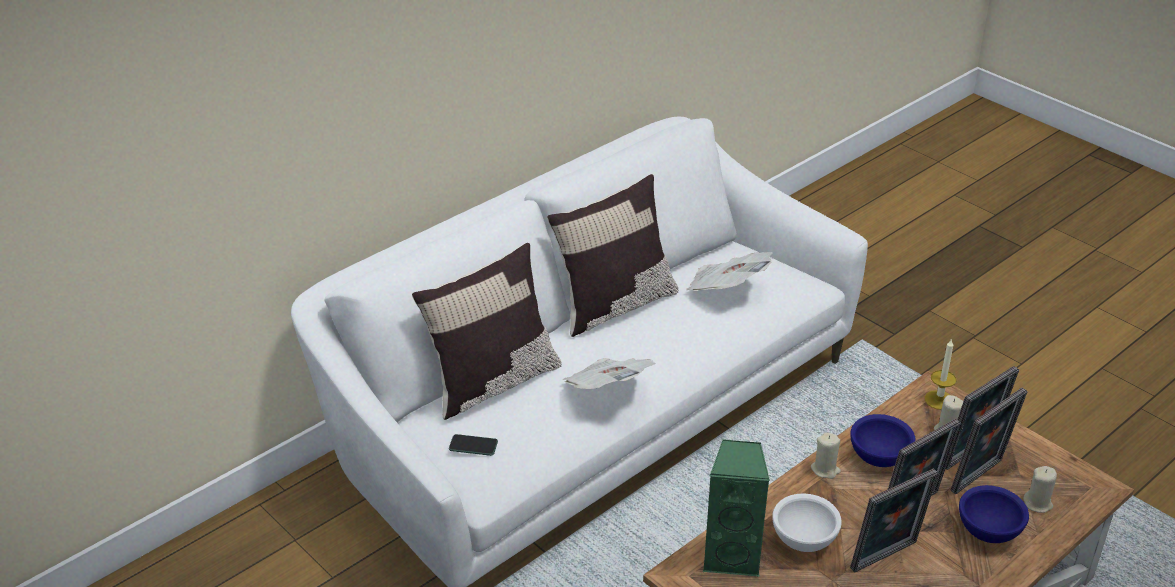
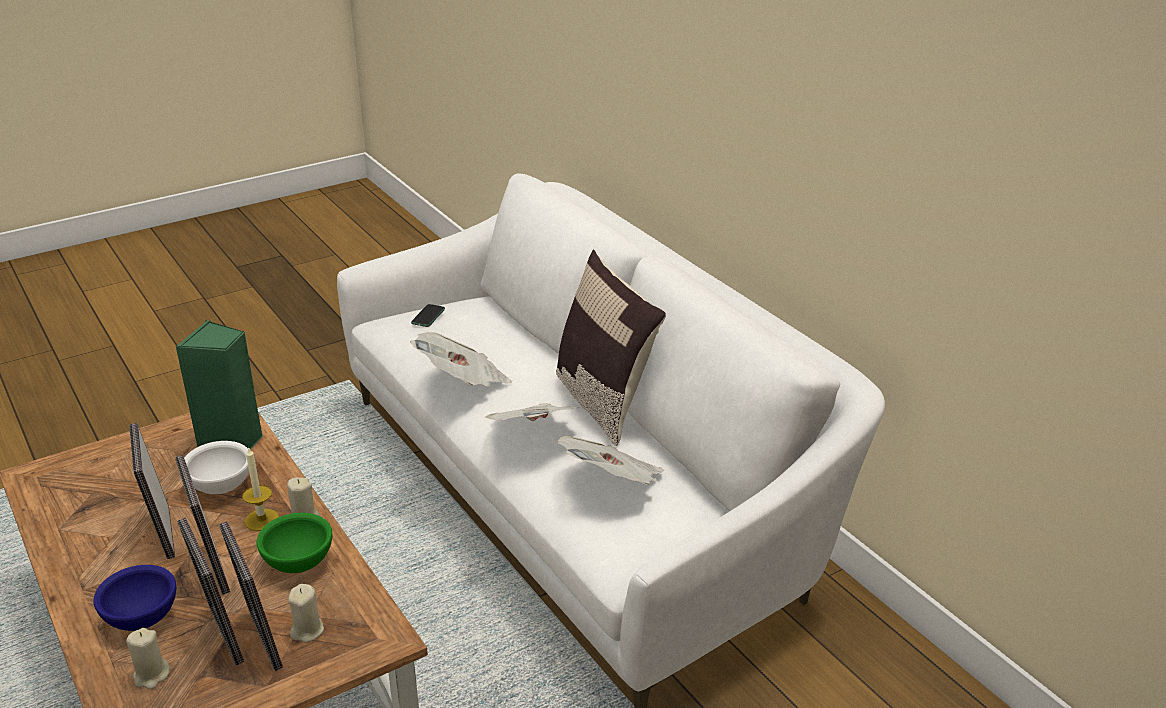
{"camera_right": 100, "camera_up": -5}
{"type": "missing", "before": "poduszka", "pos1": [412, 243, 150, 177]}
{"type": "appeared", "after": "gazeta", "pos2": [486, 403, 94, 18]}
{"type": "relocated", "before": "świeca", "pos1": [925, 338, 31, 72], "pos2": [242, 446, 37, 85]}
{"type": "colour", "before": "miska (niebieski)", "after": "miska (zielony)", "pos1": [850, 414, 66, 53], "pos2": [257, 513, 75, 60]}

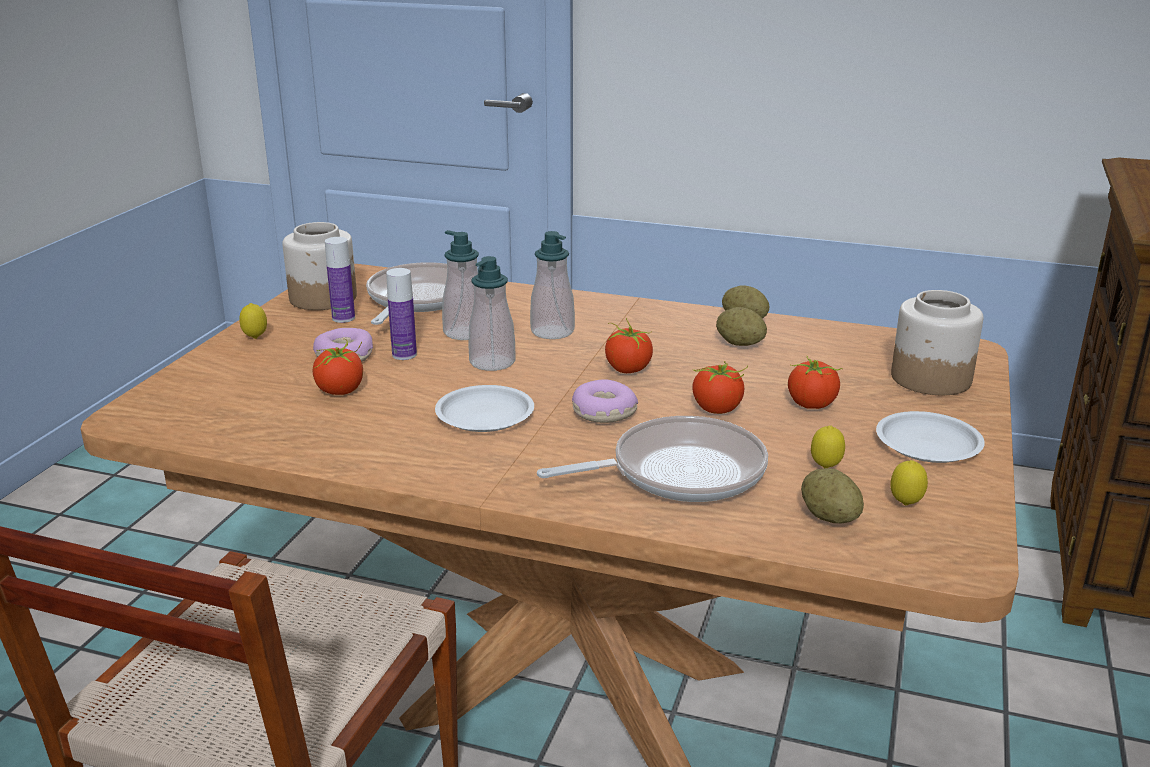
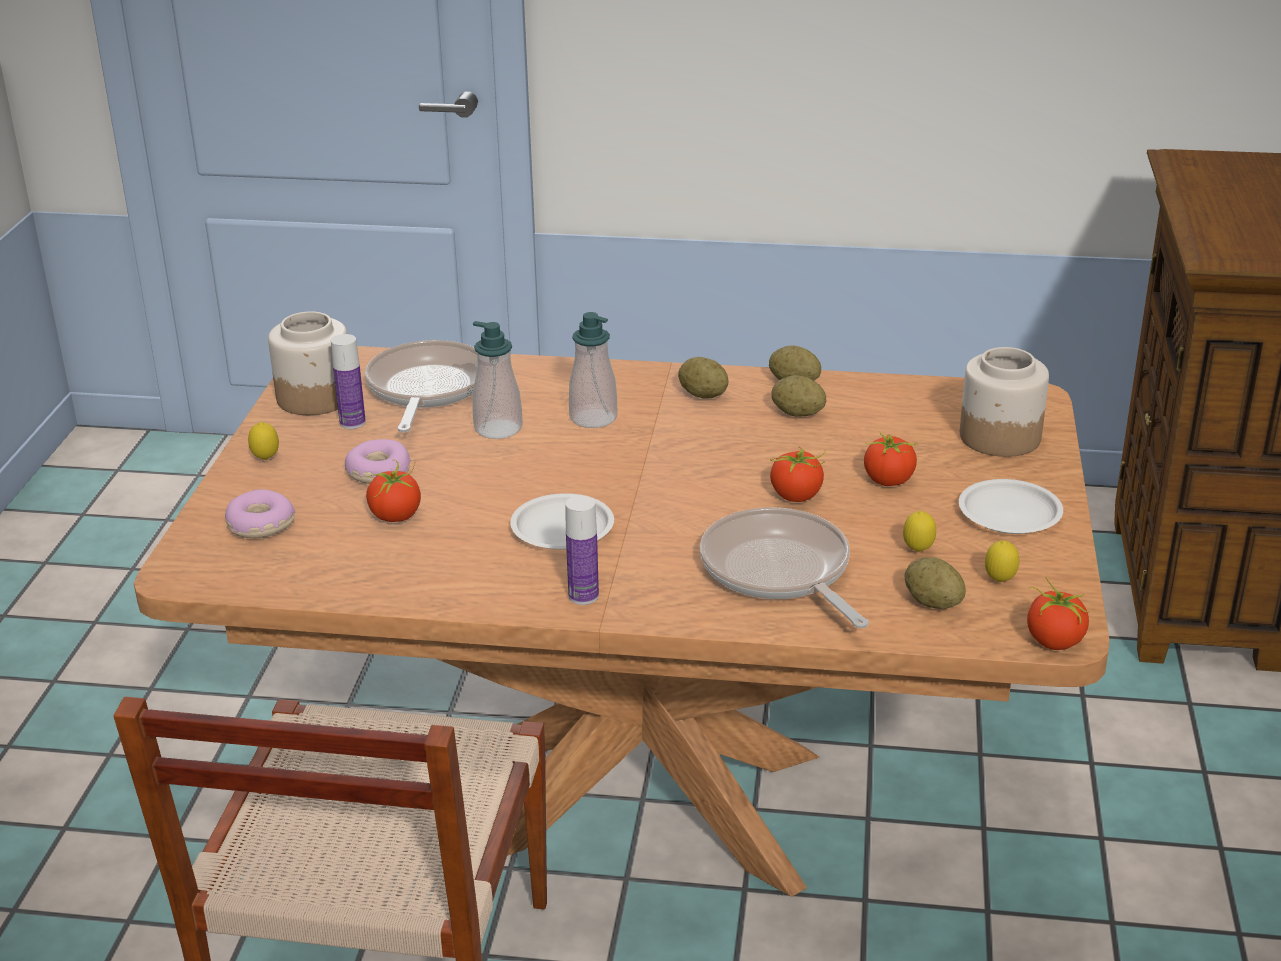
{"camera_right": -10, "camera_up": 5}
{"type": "missing", "before": "dozownik mydła", "pos1": [468, 256, 48, 115]}
{"type": "appeared", "after": "ziemniak", "pos2": [678, 357, 51, 42]}
{"type": "relocated", "before": "butelka", "pos1": [386, 268, 31, 92], "pos2": [565, 495, 34, 110]}
{"type": "relocated", "before": "donut", "pos1": [572, 379, 66, 44], "pos2": [225, 489, 70, 49]}
{"type": "relocated", "before": "pomidor", "pos1": [605, 318, 48, 55], "pos2": [1027, 578, 62, 72]}
{"type": "spun", "before": "patelnia", "pos1": [537, 416, 231, 86], "pos2": [700, 507, 169, 121], "turn": -90}

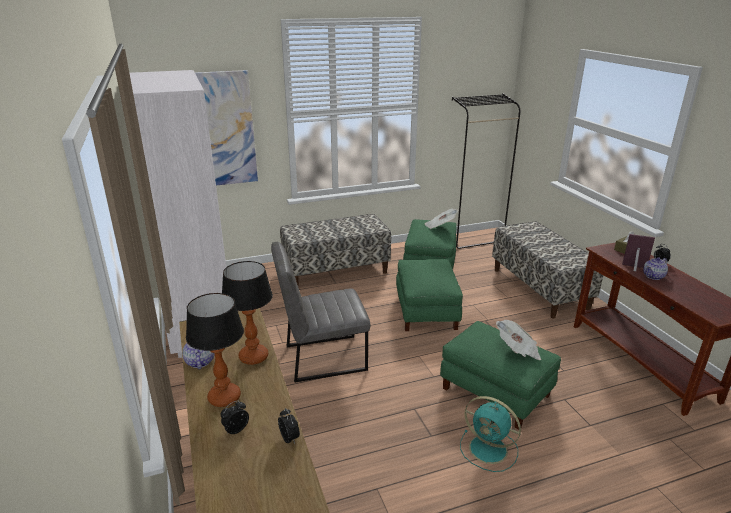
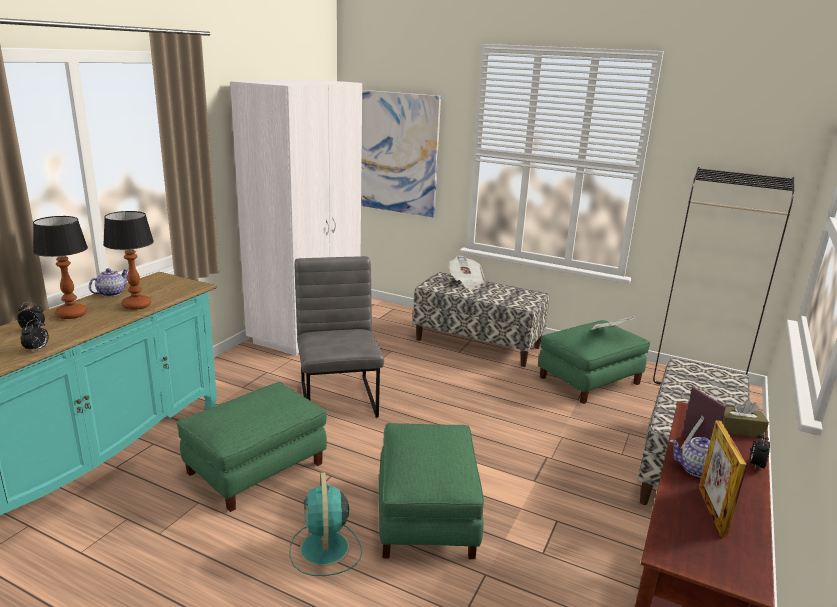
{"camera_right": 45, "camera_up": -5}
{"type": "appeared", "after": "ramka na zdjęcie", "pos2": [699, 420, 48, 117]}
{"type": "relocated", "before": "pufa (zielony)", "pos1": [396, 259, 67, 72], "pos2": [176, 382, 151, 130]}
{"type": "relocated", "before": "gazeta", "pos1": [496, 320, 45, 40], "pos2": [449, 256, 36, 33]}
{"type": "spun", "before": "krzesło (szary)", "pos1": [271, 242, 99, 140], "pos2": [295, 256, 89, 162], "turn": 45}

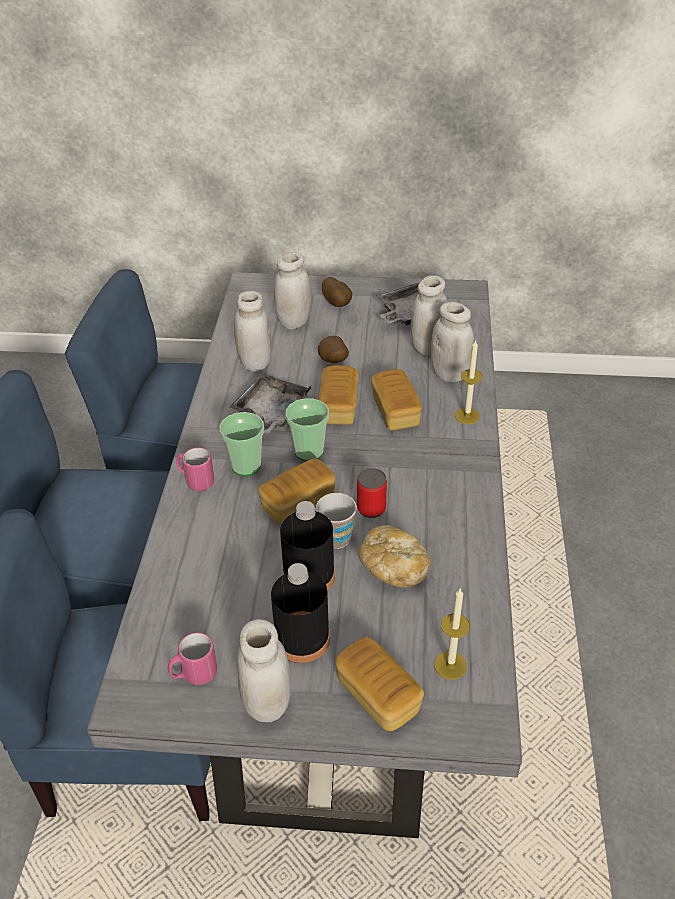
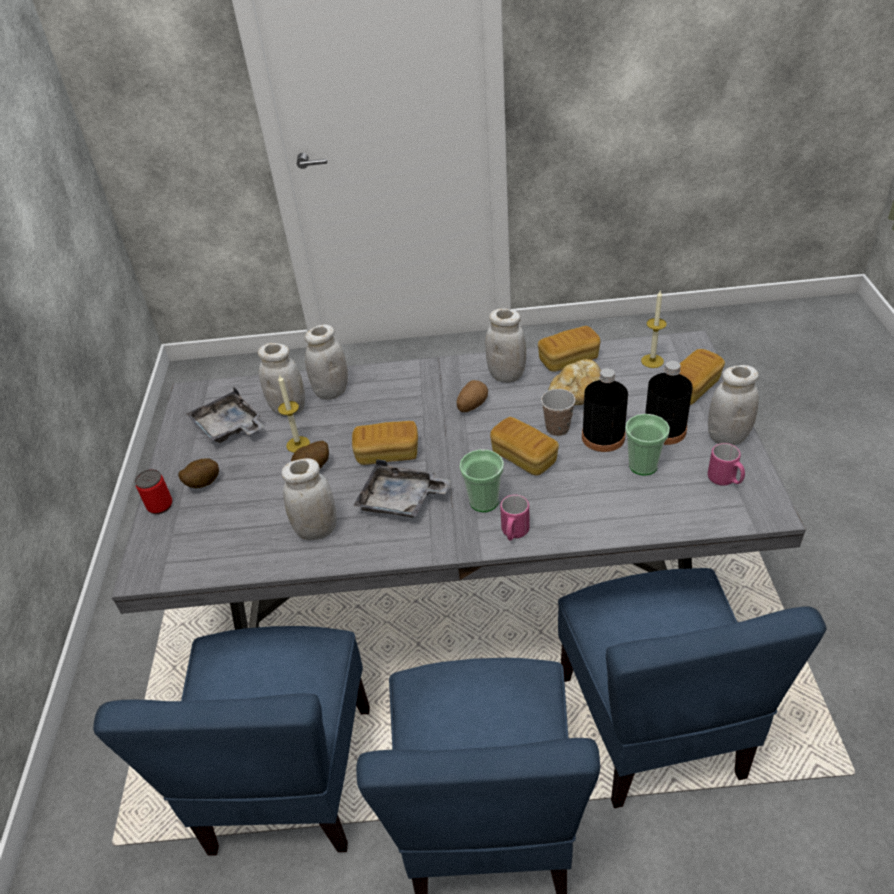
{"camera_right": -95, "camera_up": 0}
{"type": "appeared", "after": "ziemniak", "pos2": [457, 380, 31, 32]}
{"type": "relocated", "before": "słoik (biały)", "pos1": [274, 252, 37, 78], "pos2": [485, 309, 41, 74]}
{"type": "relocated", "before": "filiżanka", "pos1": [285, 398, 44, 63], "pos2": [625, 414, 45, 62]}
{"type": "relocated", "before": "puszka", "pos1": [357, 468, 30, 50], "pos2": [135, 469, 37, 45]}
{"type": "relocated", "before": "chleb", "pos1": [371, 369, 51, 61], "pos2": [538, 326, 62, 46]}
{"type": "relocated", "before": "świeca", "pos1": [455, 340, 28, 84], "pos2": [278, 374, 32, 79]}

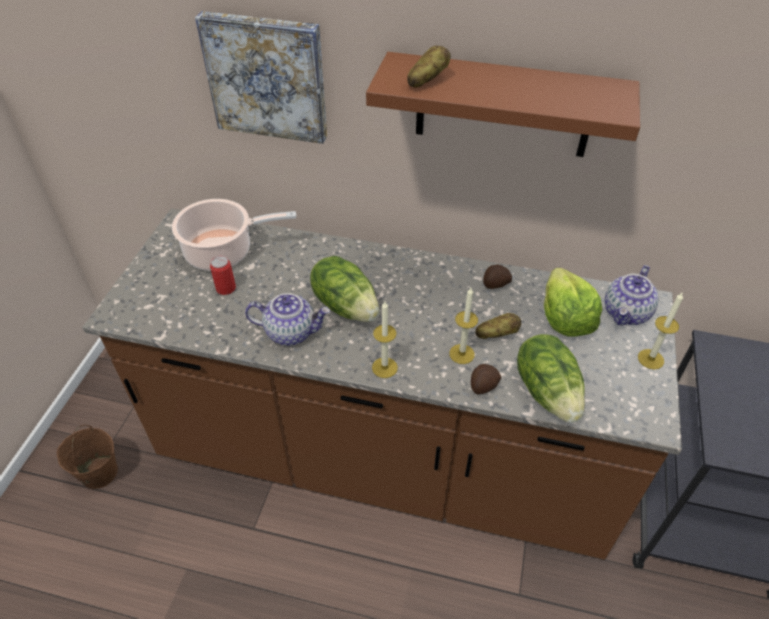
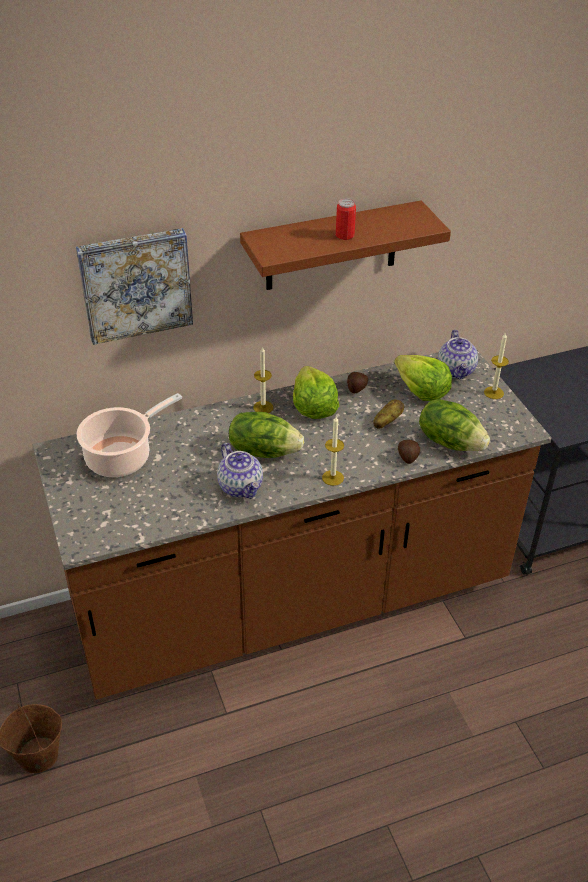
{"camera_right": -35, "camera_up": -5}
{"type": "missing", "before": "ziemniak", "pos1": [407, 46, 44, 42]}
{"type": "appeared", "after": "sałata", "pos2": [293, 366, 46, 53]}
{"type": "relocated", "before": "puszka", "pos1": [210, 255, 26, 40], "pos2": [336, 198, 20, 42]}
{"type": "relocated", "before": "świeca", "pos1": [449, 288, 29, 76], "pos2": [253, 347, 20, 66]}
{"type": "spun", "before": "imbryk", "pos1": [245, 293, 85, 52], "pos2": [217, 443, 46, 56], "turn": 90}

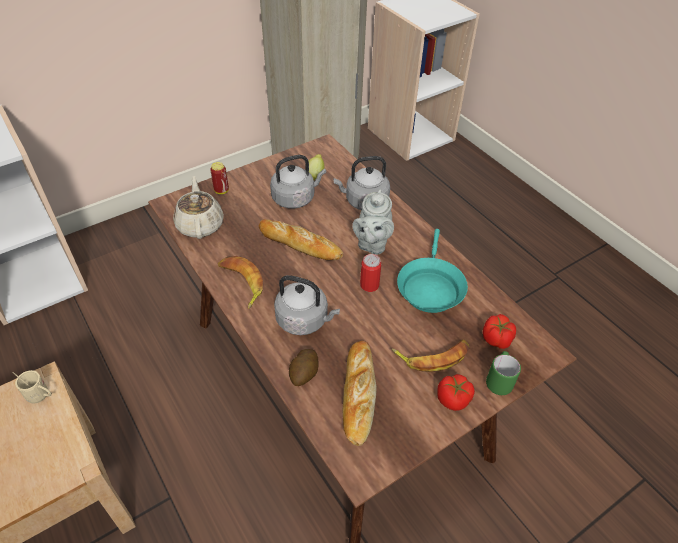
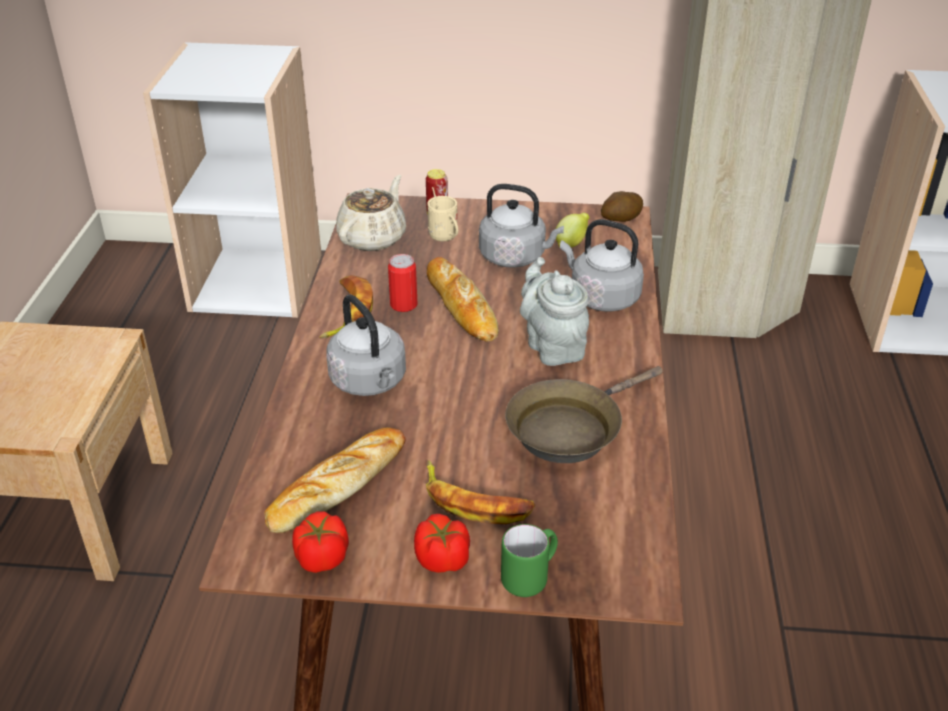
{"camera_right": 40, "camera_up": -10}
{"type": "relocated", "before": "kubek (beżowy)", "pos1": [12, 370, 40, 33], "pos2": [427, 187, 31, 54]}
{"type": "relocated", "before": "ziemniak", "pos1": [289, 349, 29, 37], "pos2": [601, 191, 42, 31]}
{"type": "relocated", "before": "puszka", "pos1": [360, 254, 21, 38], "pos2": [388, 254, 30, 58]}
{"type": "relocated", "before": "pomidor", "pos1": [483, 314, 33, 35], "pos2": [292, 511, 57, 62]}
{"type": "colour", "before": "patelnia (turkusowy)", "after": "patelnia (brązowy)", "pos1": [397, 229, 71, 84], "pos2": [505, 366, 158, 97]}
{"type": "spun", "before": "imbryk (szary)", "pos1": [352, 189, 42, 66], "pos2": [520, 257, 69, 109], "turn": 105}

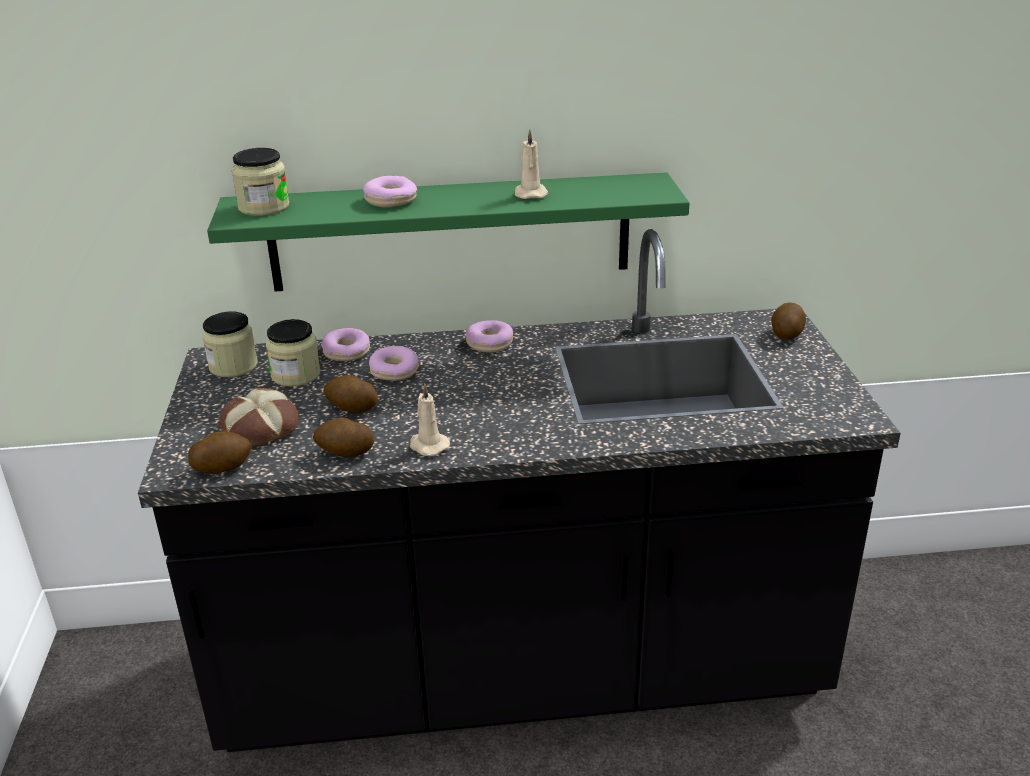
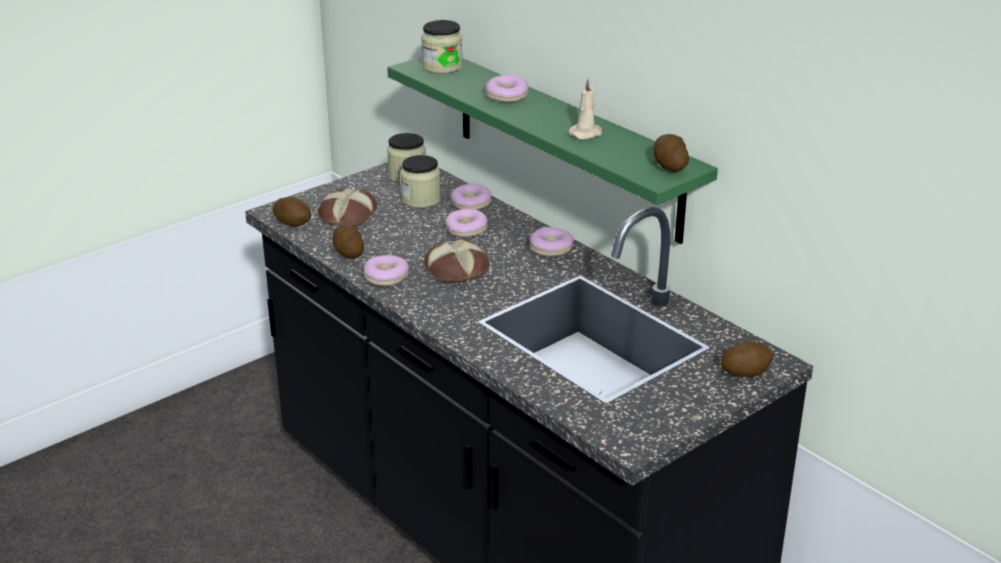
{"camera_right": 55, "camera_up": 0}
{"type": "appeared", "after": "chleb", "pos2": [425, 239, 64, 43]}
{"type": "relocated", "before": "ziemniak", "pos1": [324, 375, 54, 38], "pos2": [654, 134, 35, 38]}
{"type": "exchanged", "before": "świeca (beżowy)", "after": "donut", "pos1": [410, 383, 40, 73], "pos2": [363, 255, 46, 31]}

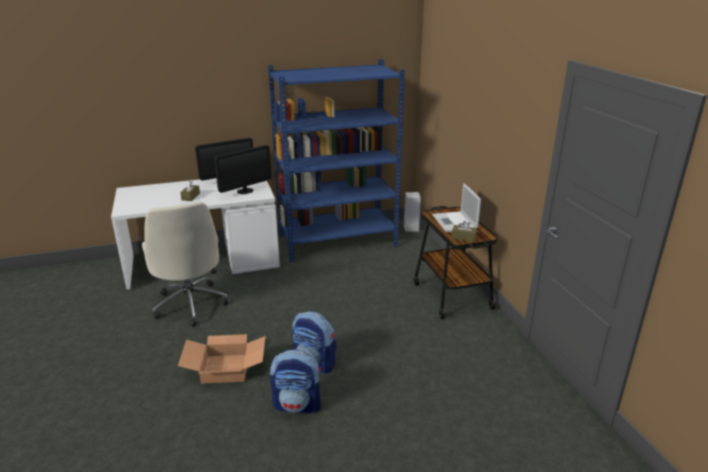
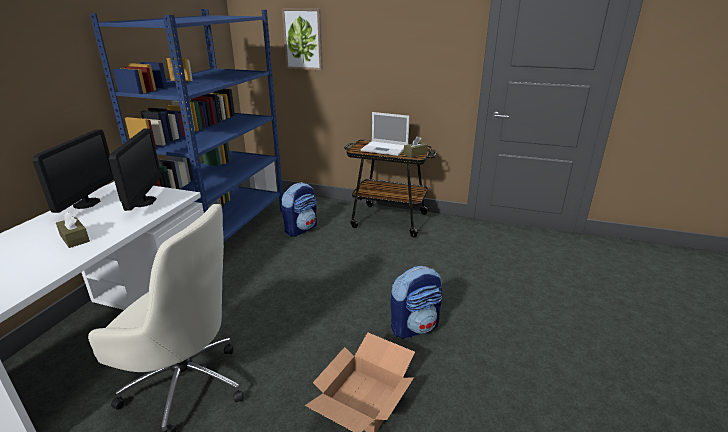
{"camera_right": -55, "camera_up": 0}
{"type": "appeared", "after": "obraz", "pos2": [282, 8, 41, 62]}
{"type": "relocated", "before": "plecak", "pos1": [270, 349, 51, 64], "pos2": [281, 182, 36, 54]}

